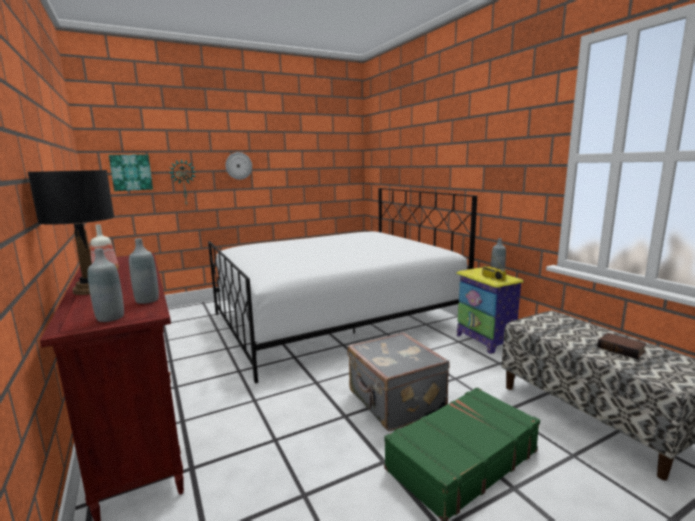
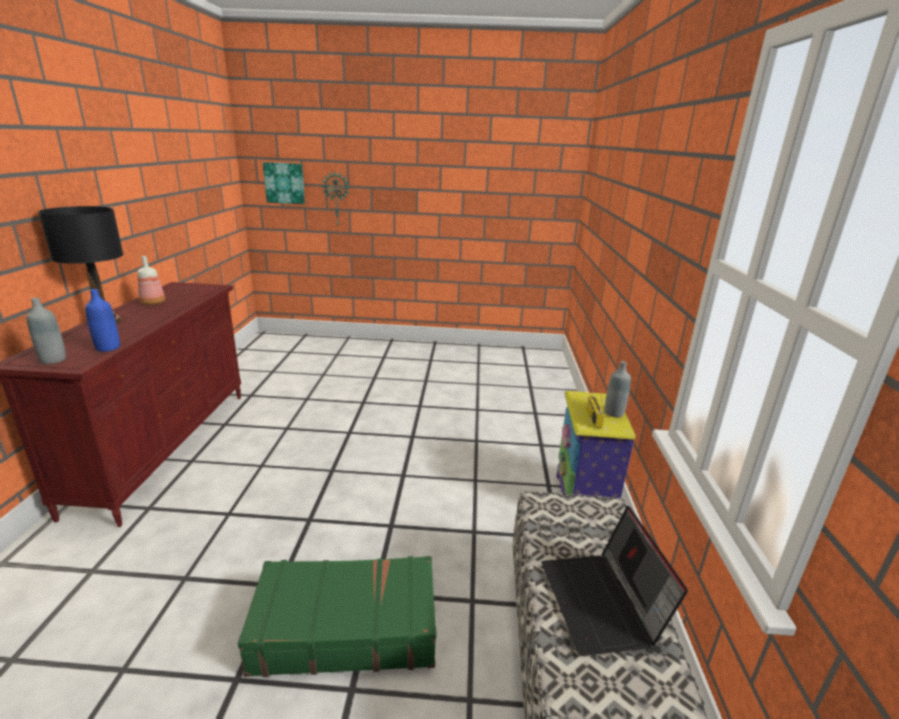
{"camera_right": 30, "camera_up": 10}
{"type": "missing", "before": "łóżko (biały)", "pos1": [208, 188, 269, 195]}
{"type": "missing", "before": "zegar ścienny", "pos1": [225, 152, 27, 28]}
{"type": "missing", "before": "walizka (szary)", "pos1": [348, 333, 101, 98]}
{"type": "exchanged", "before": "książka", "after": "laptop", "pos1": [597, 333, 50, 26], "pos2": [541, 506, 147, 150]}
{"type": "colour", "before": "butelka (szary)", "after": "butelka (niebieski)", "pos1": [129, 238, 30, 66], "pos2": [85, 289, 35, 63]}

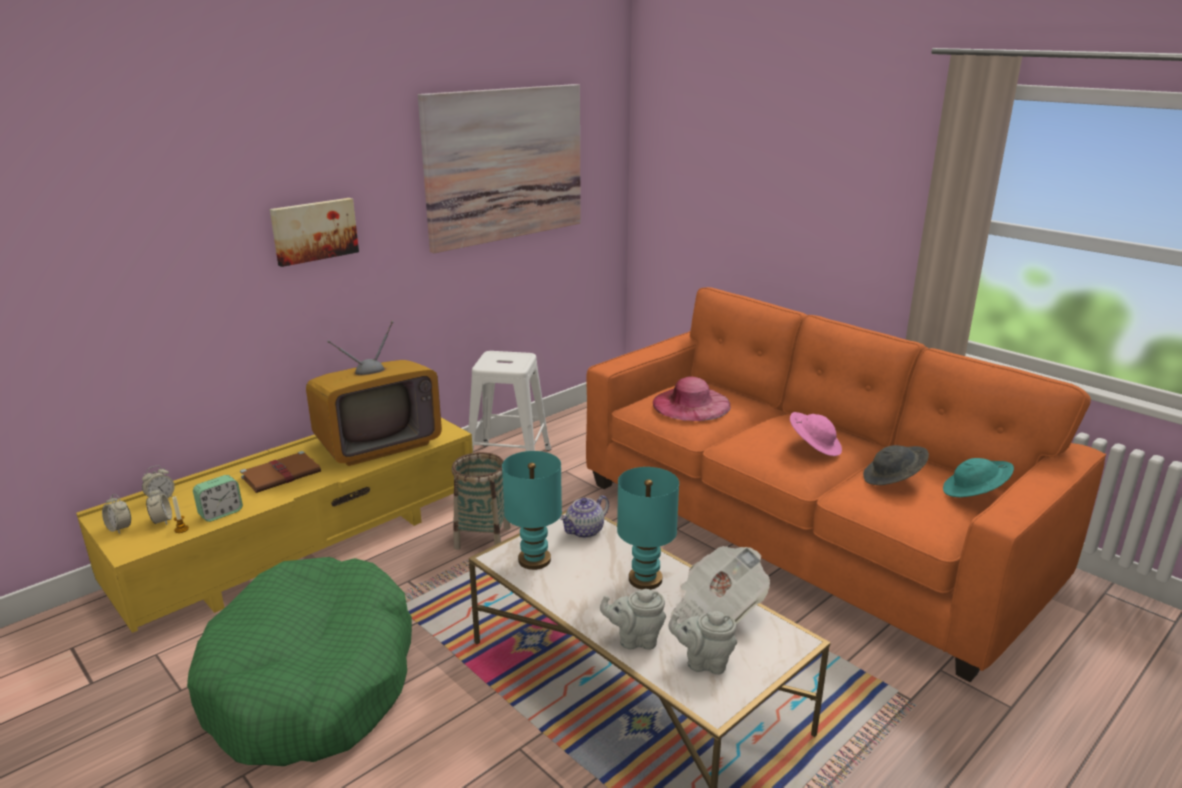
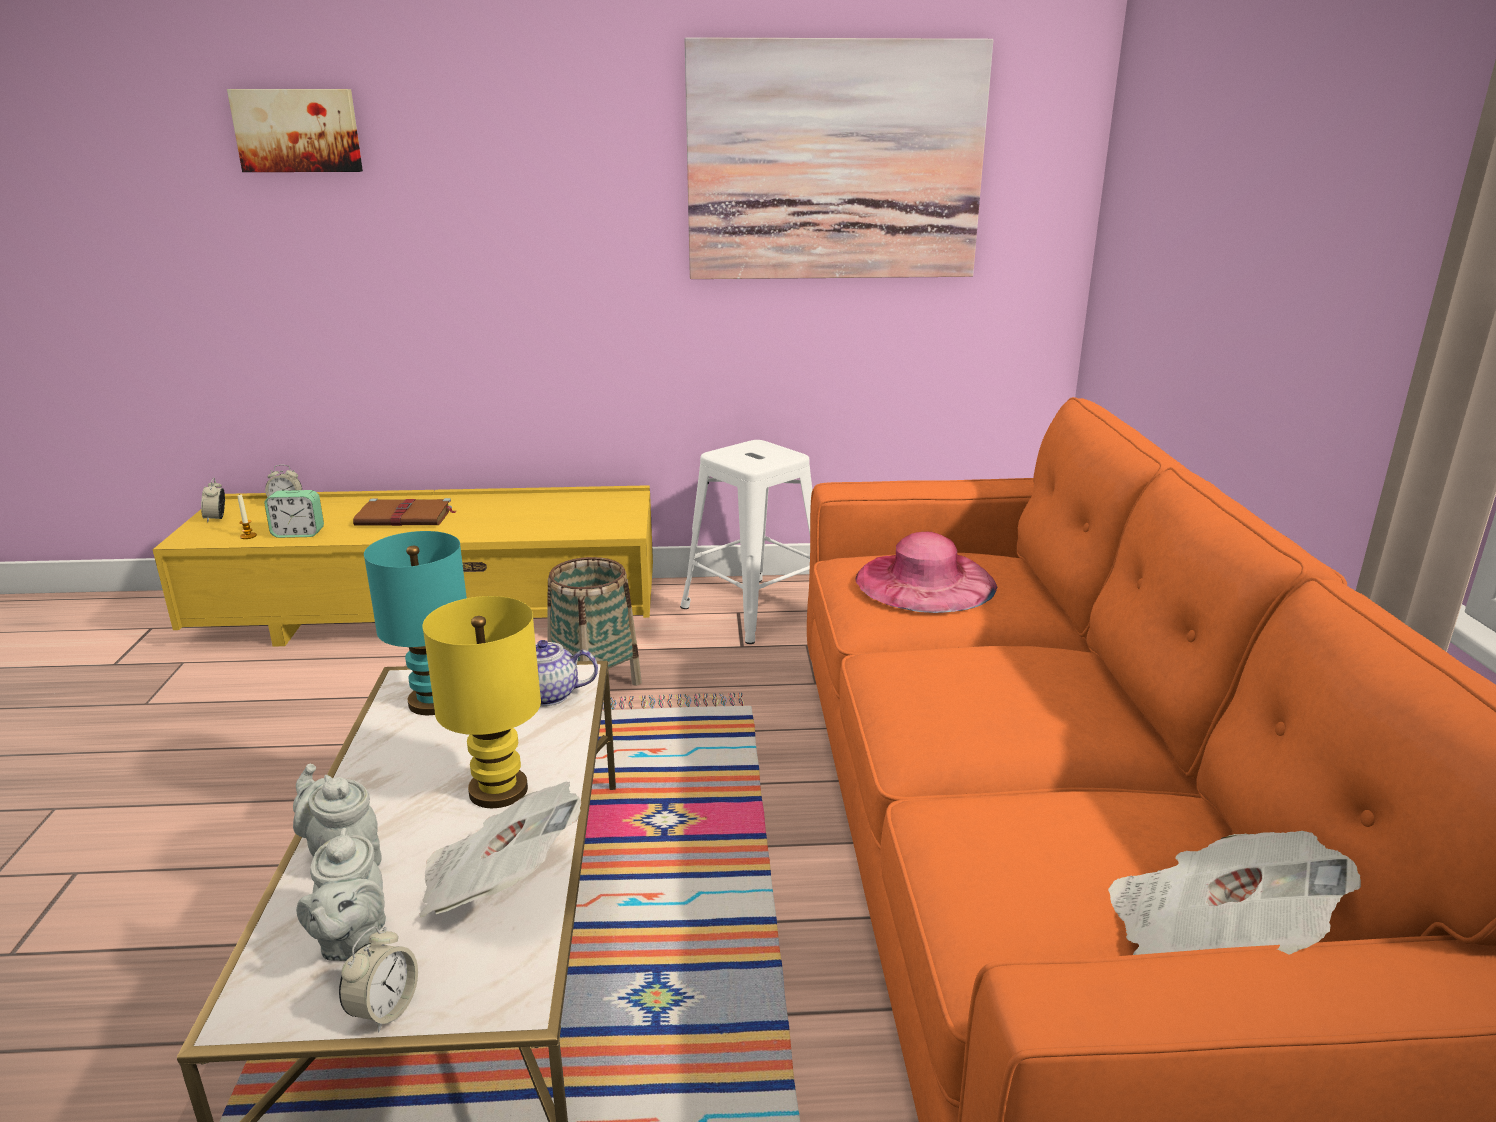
{"camera_right": 40, "camera_up": 0}
{"type": "missing", "before": "legowisko (zielony)", "pos1": [187, 557, 225, 209]}
{"type": "missing", "before": "telewizor", "pos1": [306, 321, 136, 145]}
{"type": "missing", "before": "kapelusz (różowy)", "pos1": [790, 412, 52, 44]}
{"type": "missing", "before": "kapelusz (szary)", "pos1": [863, 445, 66, 40]}
{"type": "relocated", "before": "budzik", "pos1": [146, 488, 26, 37], "pos2": [339, 926, 79, 106]}
{"type": "relocated", "before": "obraz", "pos1": [270, 198, 89, 69], "pos2": [227, 89, 136, 83]}
{"type": "exchanged", "before": "kapelusz (turkusowy)", "after": "gazeta", "pos1": [943, 458, 71, 39], "pos2": [1108, 831, 253, 124]}
{"type": "colour", "before": "lampa stołowa (turkusowy)", "after": "lampa stołowa (żółty)", "pos1": [617, 467, 62, 123], "pos2": [423, 596, 118, 212]}
{"type": "spun", "before": "imbryk (szary)", "pos1": [668, 611, 69, 64], "pos2": [296, 828, 90, 133], "turn": -150}

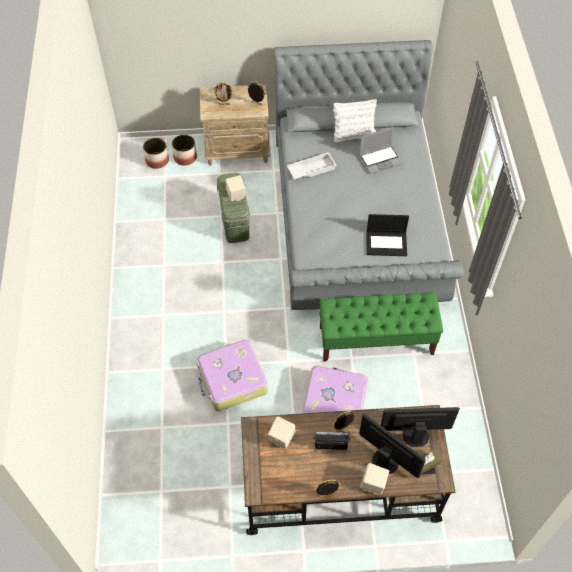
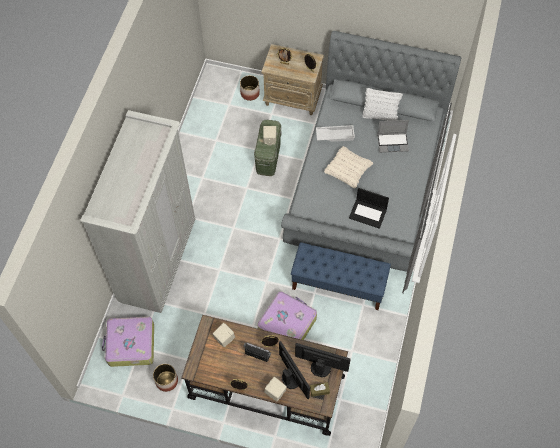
{"camera_right": 20, "camera_up": 5}
{"type": "appeared", "after": "szafa (biały)", "pos2": [80, 110, 115, 203]}
{"type": "appeared", "after": "poduszka (beżowy)", "pos2": [324, 146, 49, 42]}
{"type": "relocated", "before": "donica", "pos1": [143, 138, 26, 31], "pos2": [153, 364, 25, 28]}
{"type": "relocated", "before": "walizka", "pos1": [196, 340, 72, 71], "pos2": [102, 317, 52, 50]}
{"type": "colour", "before": "ławka (zielony)", "after": "ławka (niebieski)", "pos1": [319, 292, 124, 70], "pos2": [291, 242, 100, 68]}

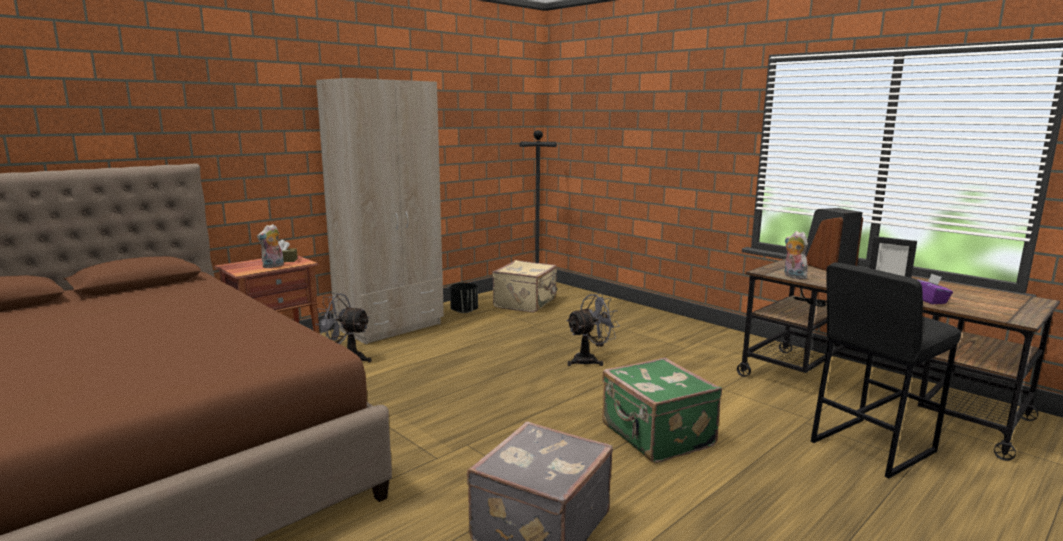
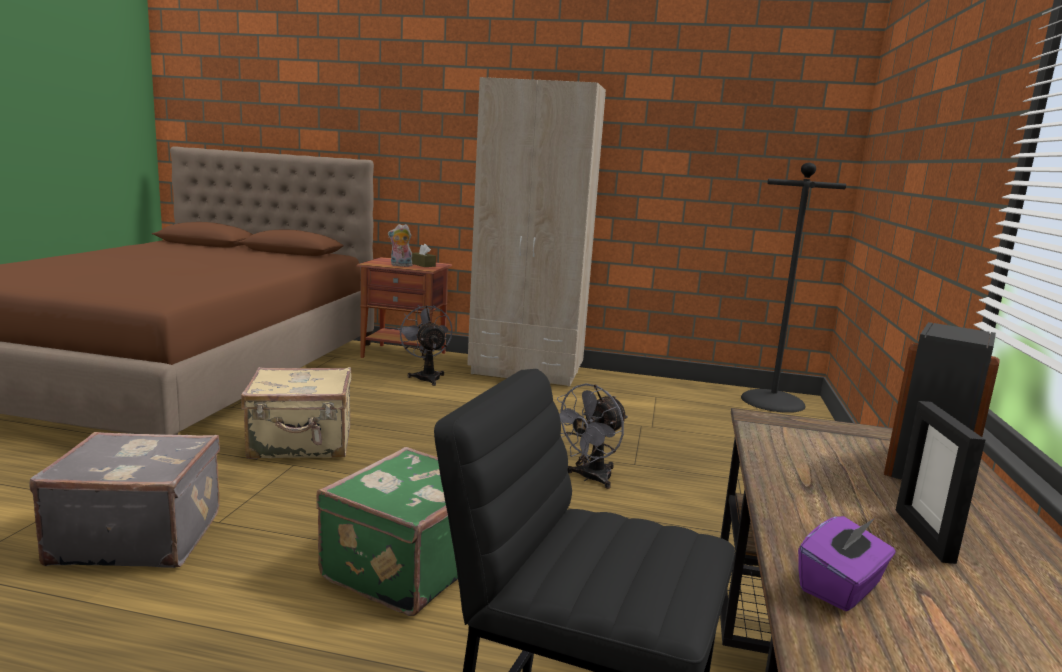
{"camera_right": 55, "camera_up": 0}
{"type": "missing", "before": "donica (czarny)", "pos1": [450, 283, 28, 30]}
{"type": "missing", "before": "pluszak", "pos1": [784, 231, 24, 48]}
{"type": "relocated", "before": "walizka (beżowy)", "pos1": [492, 260, 65, 53], "pos2": [241, 367, 110, 92]}
{"type": "spun", "before": "wentylator (szary)", "pos1": [566, 293, 54, 73], "pos2": [557, 383, 71, 106], "turn": 105}

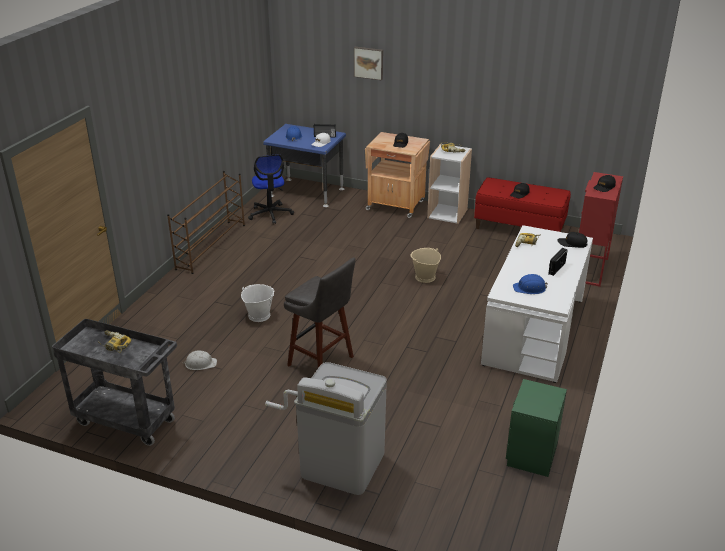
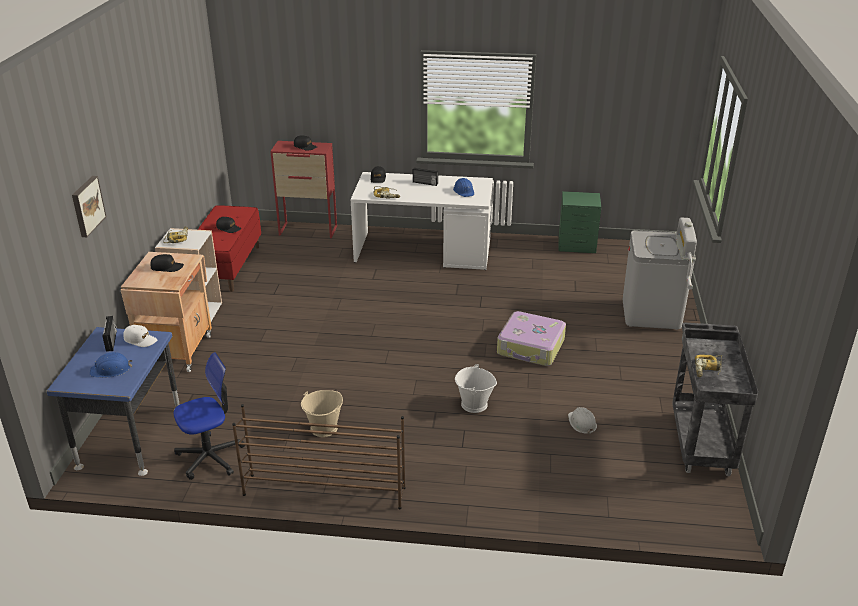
{"camera_right": -105, "camera_up": 0}
{"type": "relocated", "before": "wiadro (beżowy)", "pos1": [410, 248, 31, 35], "pos2": [301, 390, 42, 47]}
{"type": "exchanged", "before": "stołek (szary)", "after": "walizka", "pos1": [284, 257, 72, 111], "pos2": [497, 311, 69, 55]}

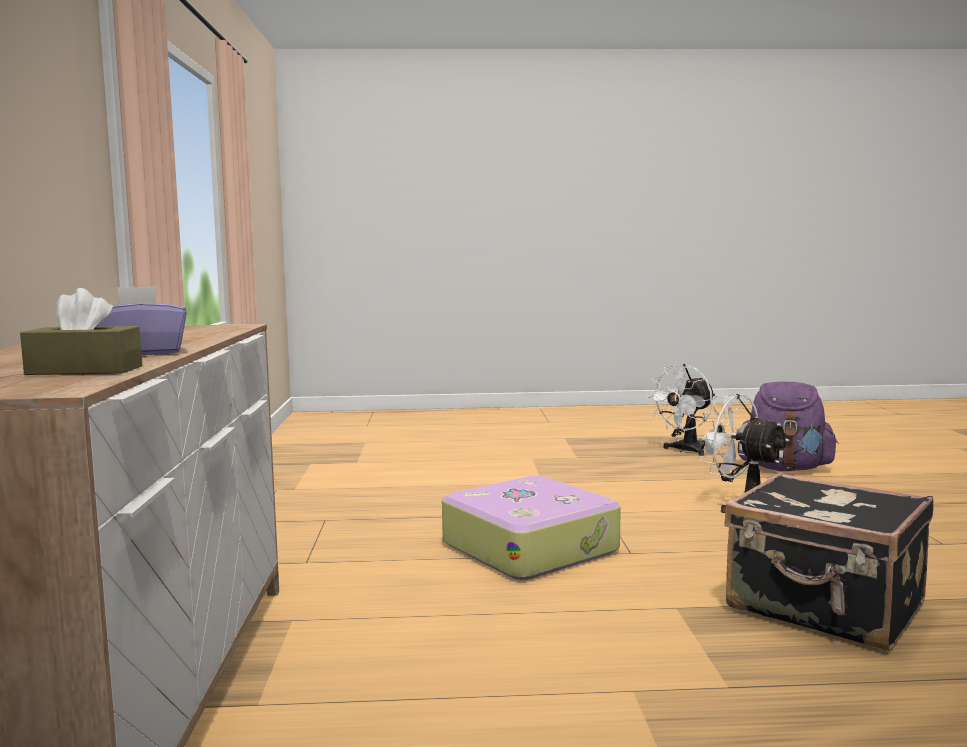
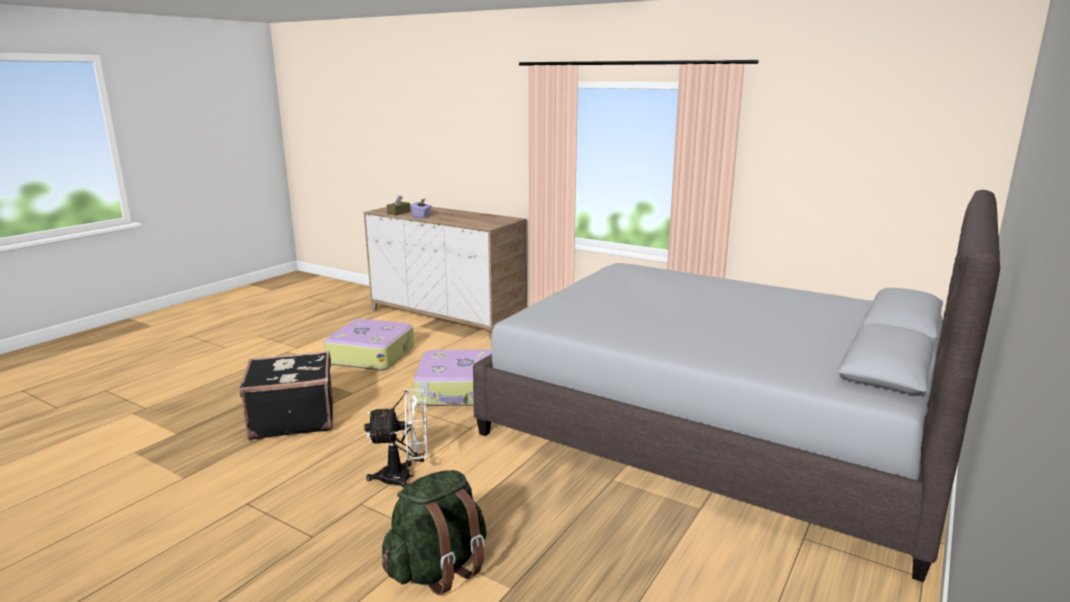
{"camera_right": 125, "camera_up": 10}
{"type": "missing", "before": "wentylator (biały)", "pos1": [647, 364, 68, 92]}
{"type": "appeared", "after": "walizka", "pos2": [324, 319, 90, 51]}
{"type": "appeared", "after": "łóżko (szary)", "pos2": [473, 190, 527, 392]}
{"type": "colour", "before": "plecak (fioletowy)", "after": "plecak (zielony)", "pos1": [738, 382, 101, 89], "pos2": [382, 470, 105, 125]}

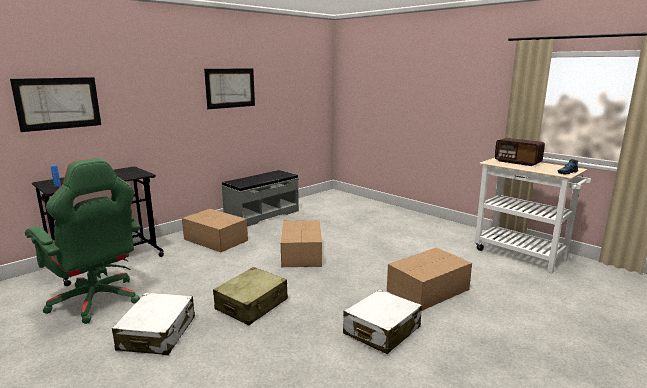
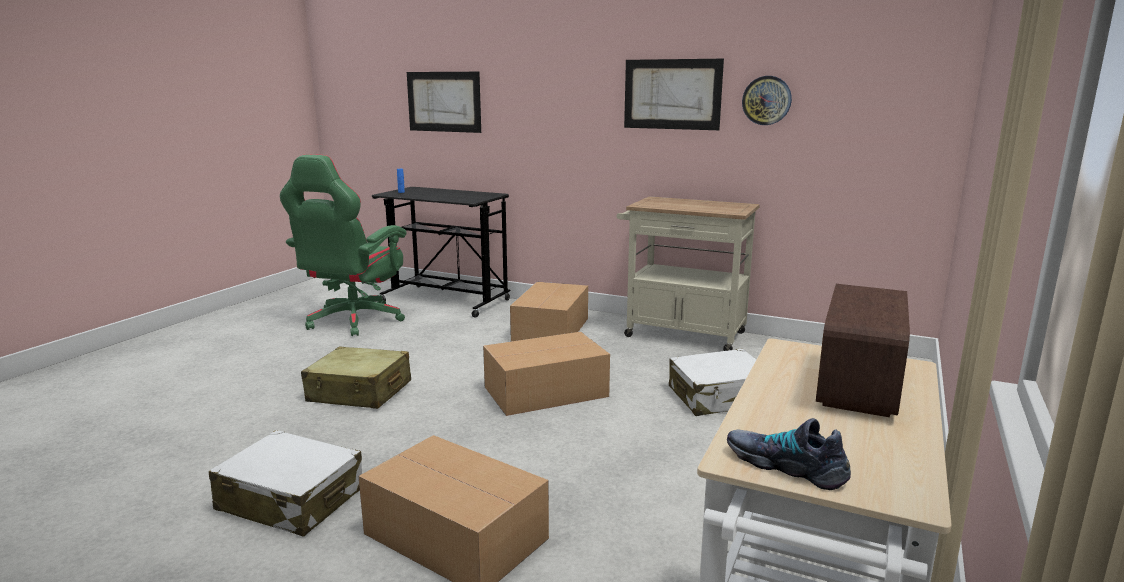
{"camera_right": 70, "camera_up": 0}
{"type": "appeared", "after": "zegar ścienny", "pos2": [742, 76, 50, 49]}
{"type": "relocated", "before": "walizka (biały)", "pos1": [112, 293, 83, 62], "pos2": [669, 349, 87, 67]}
{"type": "exchanged", "before": "ławka (szary)", "after": "wózek (beżowy)", "pos1": [222, 170, 77, 57], "pos2": [617, 196, 143, 155]}

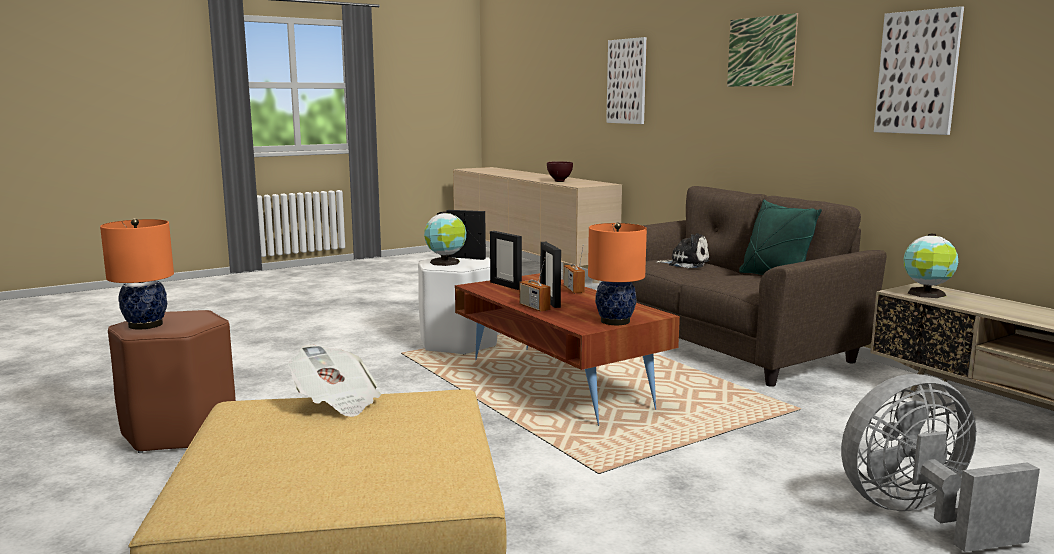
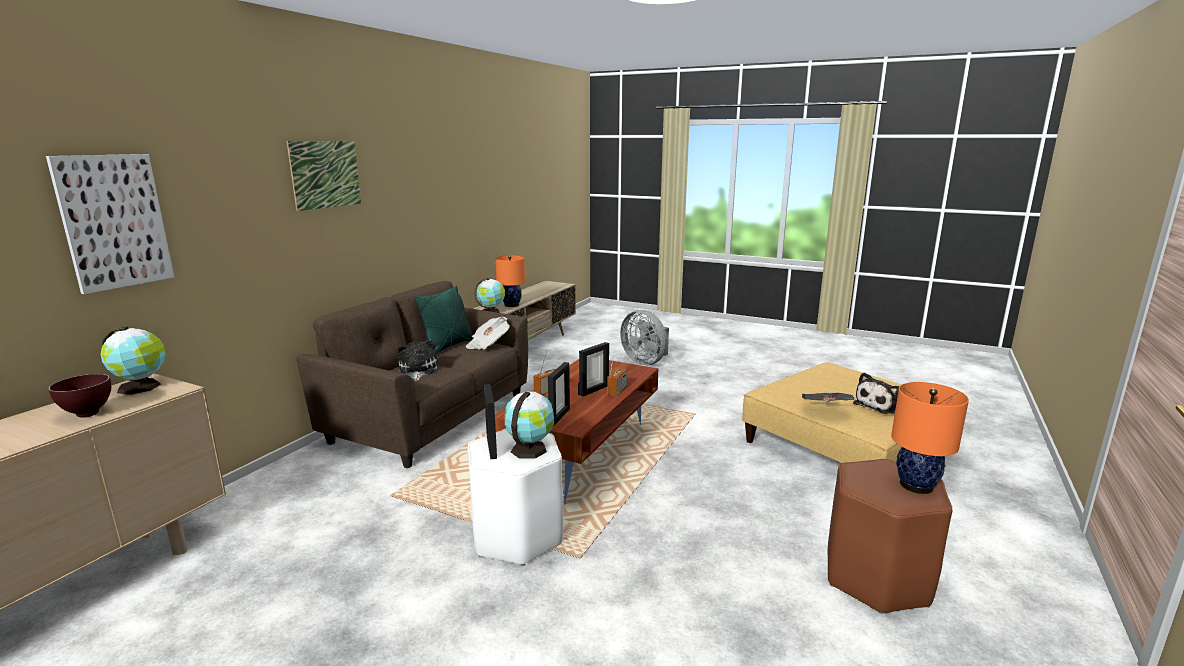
{"camera_right": -120, "camera_up": 5}
{"type": "missing", "before": "obraz", "pos1": [874, 6, 90, 129]}
{"type": "appeared", "after": "globus", "pos2": [101, 327, 64, 68]}
{"type": "appeared", "after": "gazeta", "pos2": [466, 317, 43, 32]}
{"type": "appeared", "after": "pluszak", "pos2": [853, 372, 46, 42]}
{"type": "relocated", "before": "lampa stołowa (pomarańczowy)", "pos1": [588, 222, 59, 103], "pos2": [495, 255, 30, 52]}

